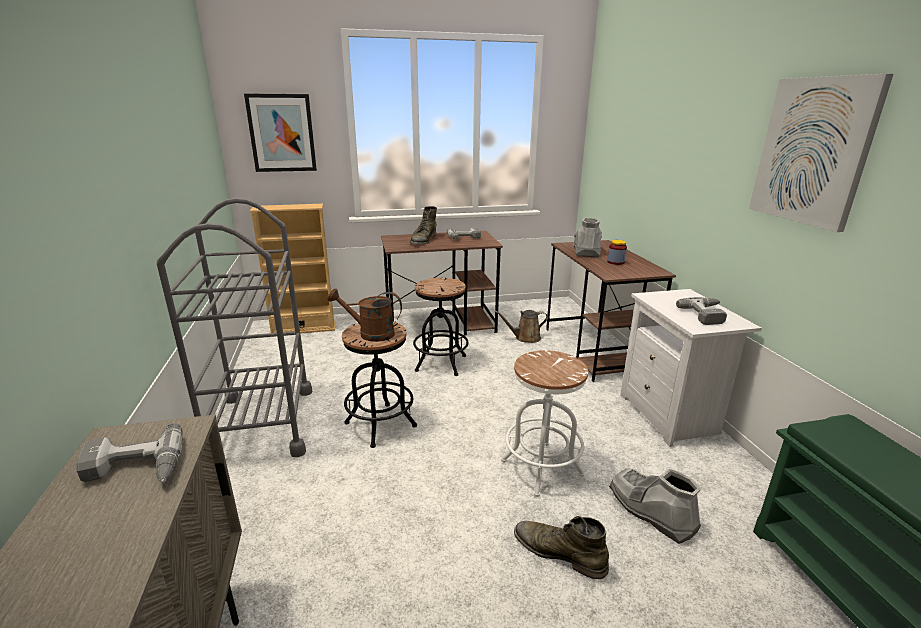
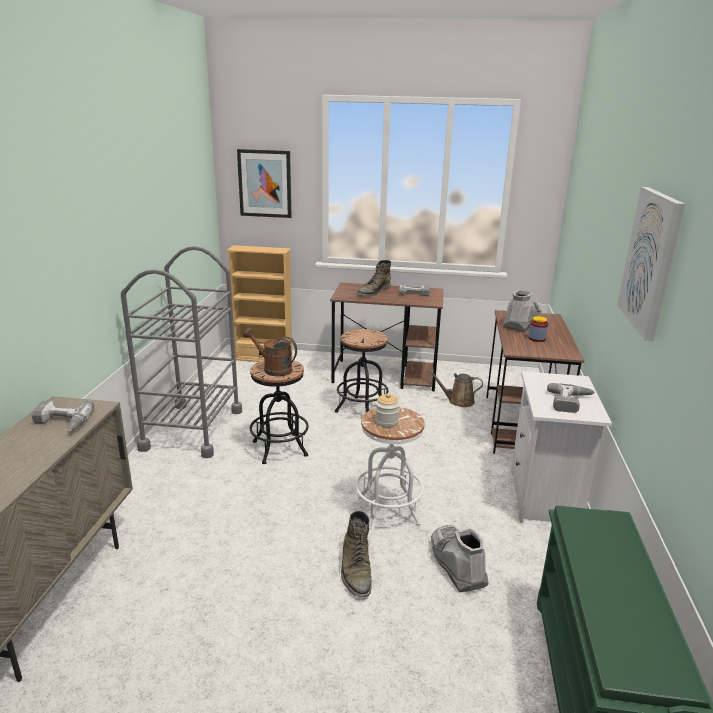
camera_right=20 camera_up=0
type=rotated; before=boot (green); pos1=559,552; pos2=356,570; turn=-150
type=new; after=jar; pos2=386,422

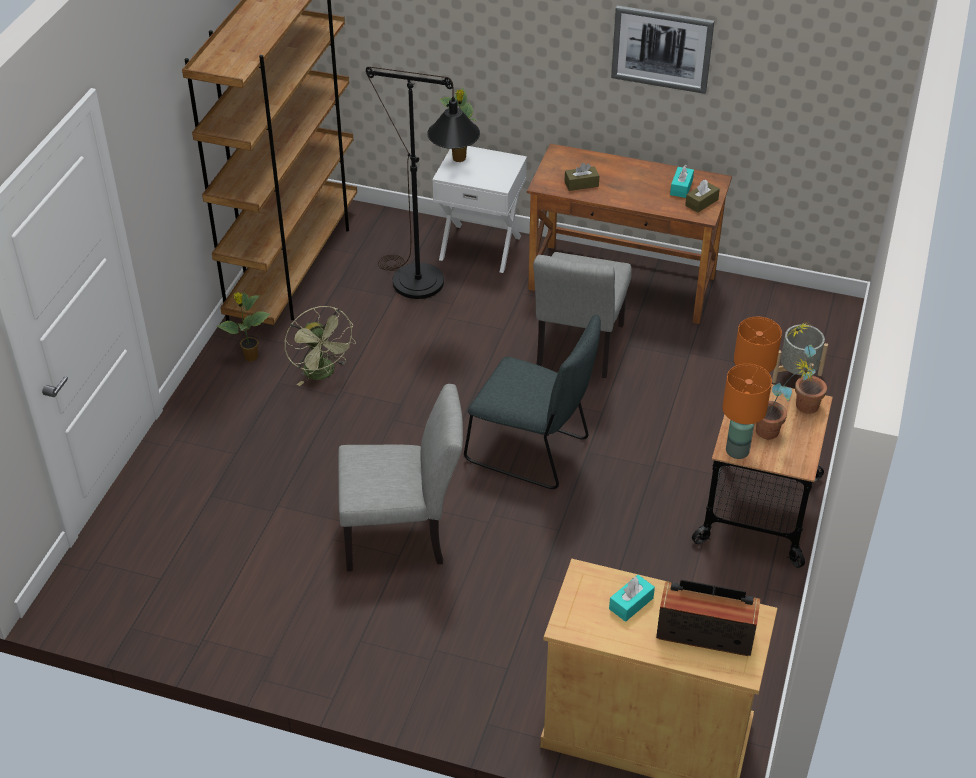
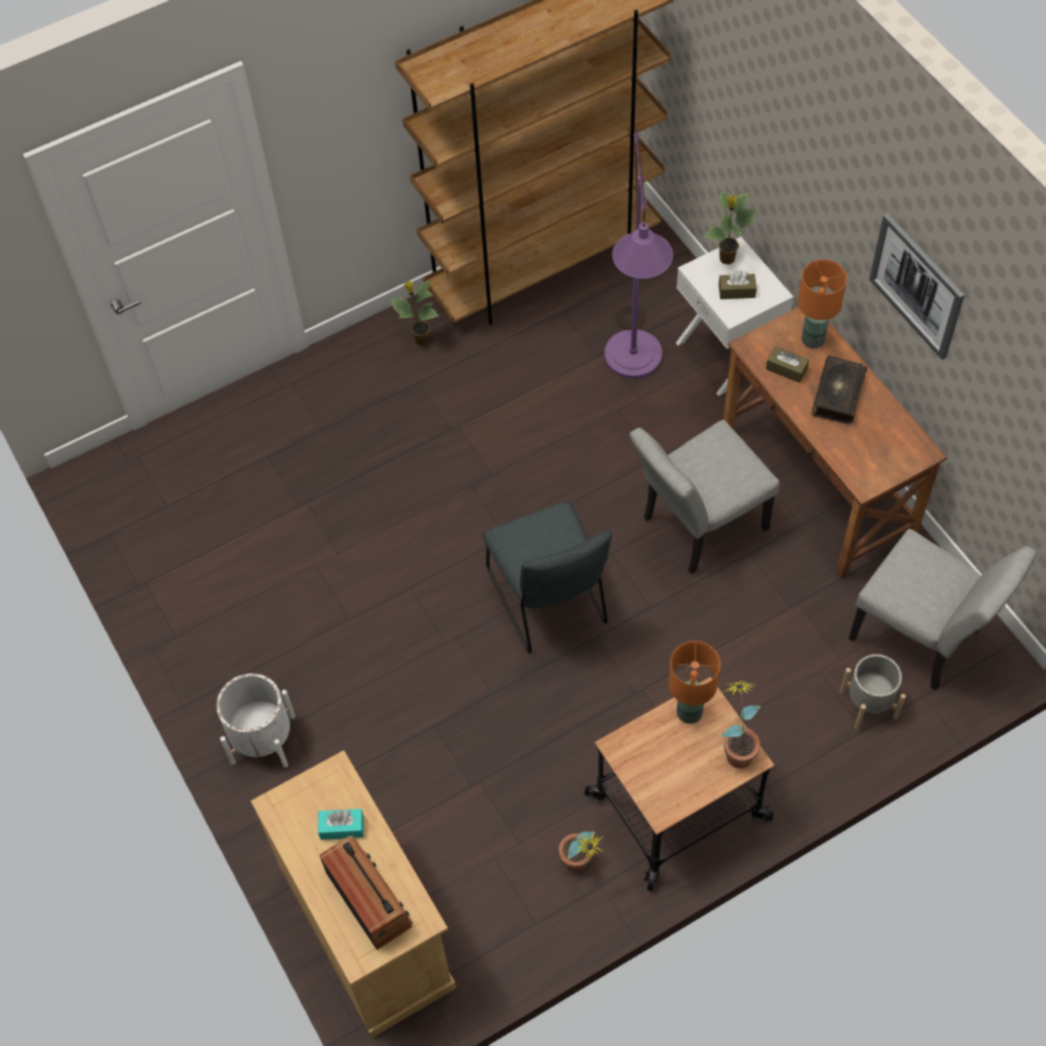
camera_right=45 camera_up=15
type=new; after=planter (white); pos2=263,739
type=shifted; before=potted plant; pos1=775,433; pos2=580,867
type=repainted; before=floor lamp (black); after=floor lamp (purple); pos1=428,289; pos2=633,369
type=shifted; before=tissue box (brown); pos1=701,202; pos2=736,291
type=shifted; before=table lamp (orange); pos1=738,451; pos2=813,340
type=new; after=book; pos2=836,395
type=shifted; before=chair (grey); pos1=404,536; pos2=923,640
type=gone; before=fan (green); pos1=323,373
type=gone; before=tissue box (turquoise); pos1=681,187

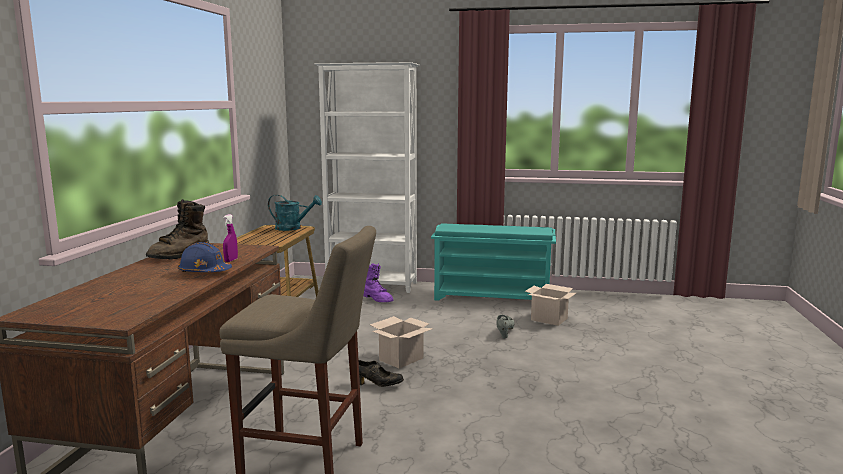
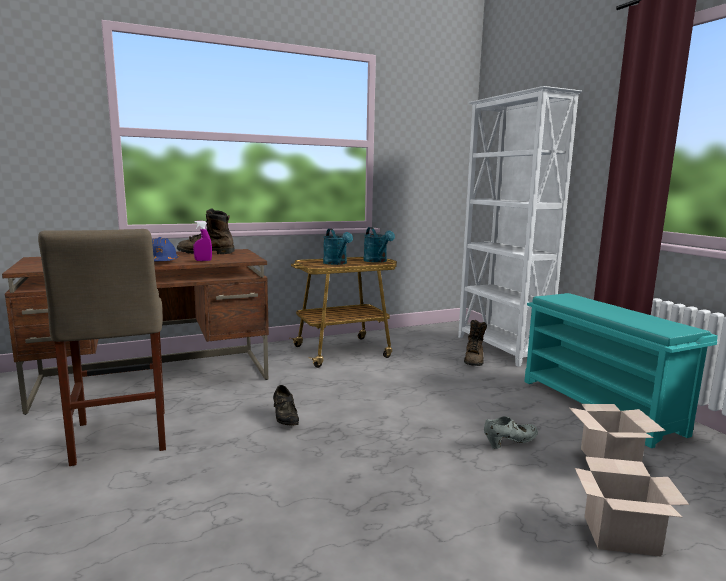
camera_right=55 camera_up=0
type=new; after=watering can (turquoise); pos2=337,263
type=repainted; before=boot (purple); after=boot (brown); pos1=377,299; pos2=474,360
type=shifted; before=cardboard box; pos1=401,358; pos2=622,535

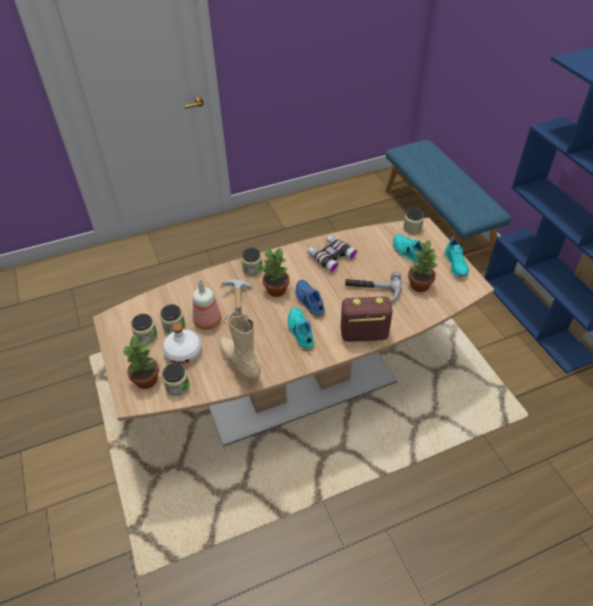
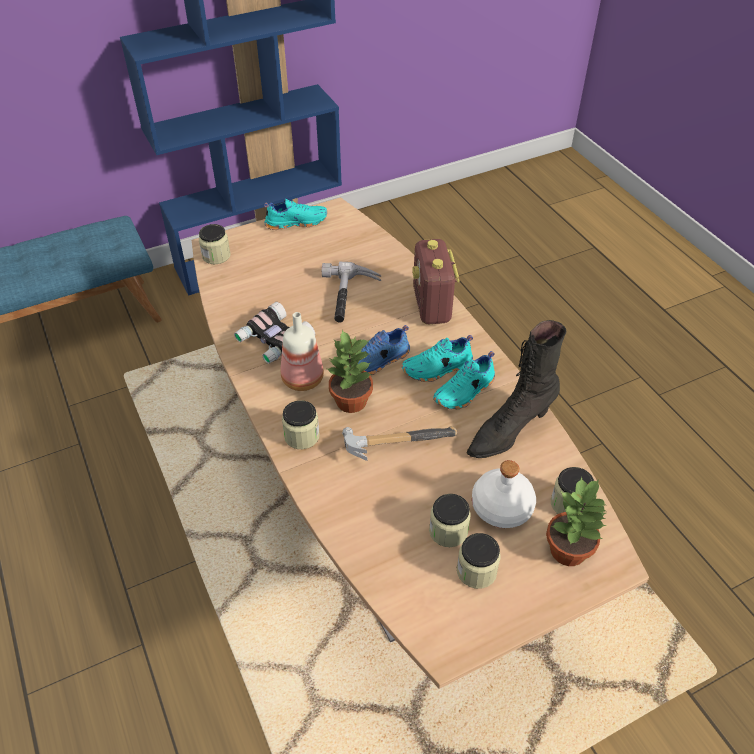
camera_right=-95 camera_up=0
type=shifted; before=bottle; pos1=207,322; pos2=303,380
type=shifted; before=shoe (turquoise); pos1=409,254; pos2=465,392
type=repainted; before=boot (beige); after=boot (black); pos1=240,364; pos2=509,431
type=gone; before=potted plant; pos1=419,285

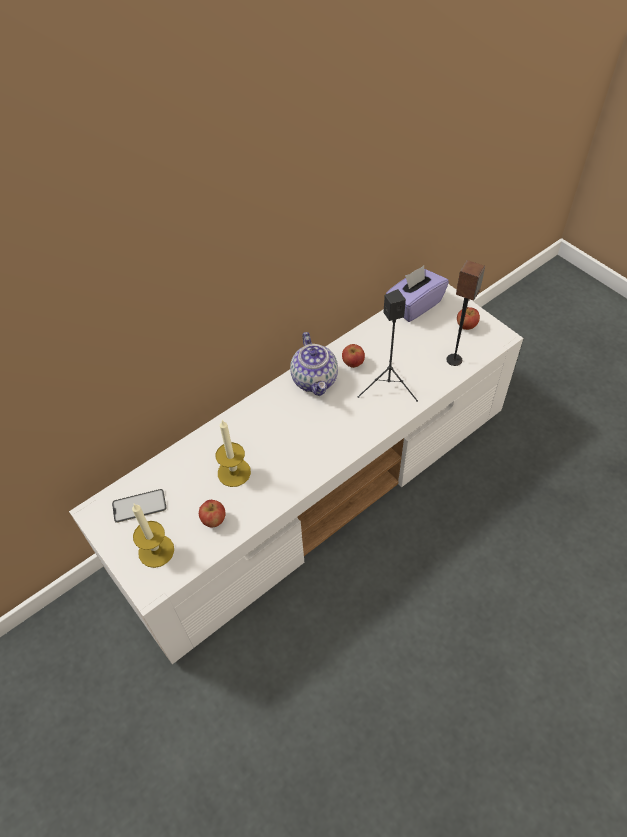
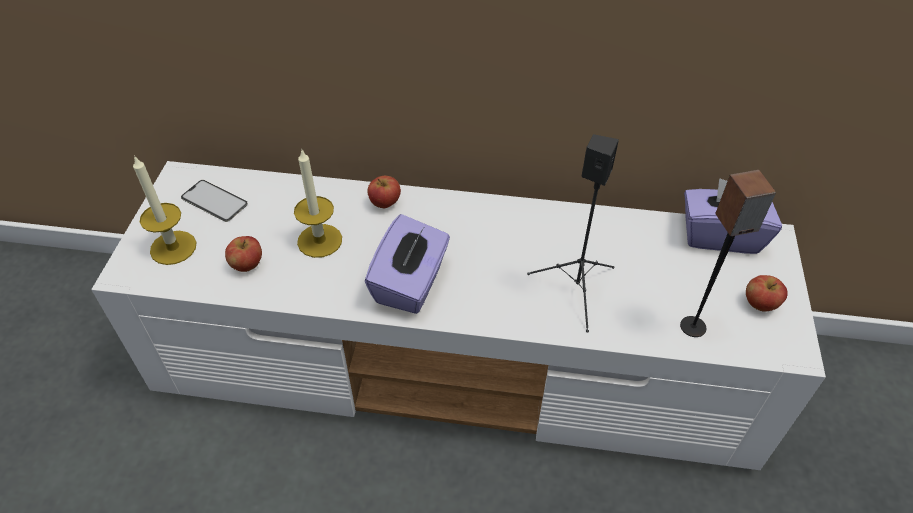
camera_right=45 camera_up=-5
type=new; after=tissue box (purple); pos2=411,283
type=shifted; before=apple; pos1=353,363; pos2=385,203
type=gone; before=teapot; pos1=315,380

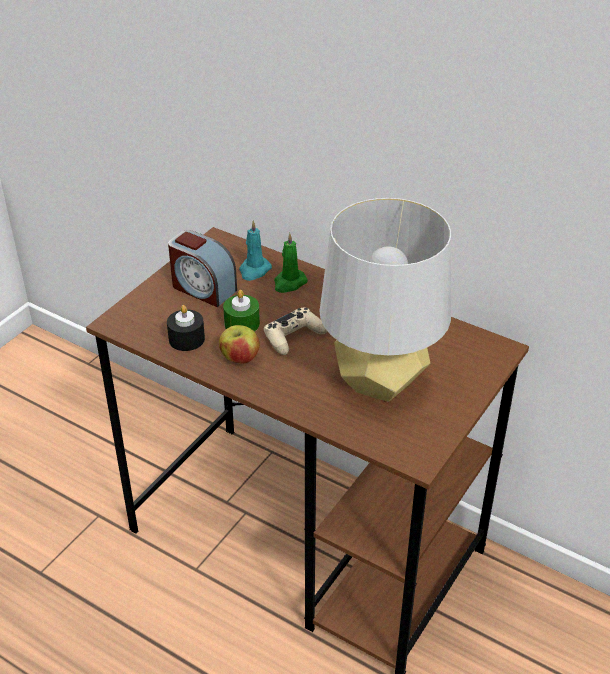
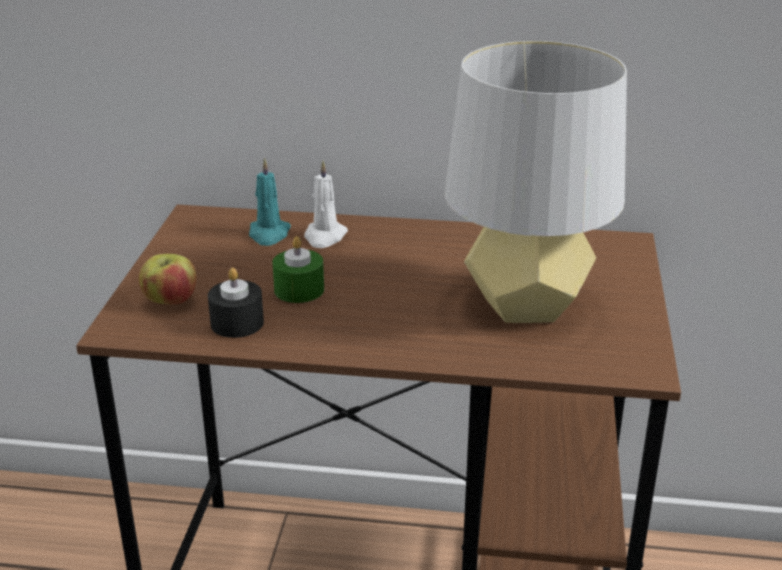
camera_right=-25 camera_up=-10
type=shifted; before=apple; pos1=240,358; pos2=171,301
type=repainted; before=candle (green); after=candle (white); pos1=289,283; pos2=324,237
type=gone; before=alarm clock; pos1=202,288
type=gone; before=game controller (beige); pos1=293,337

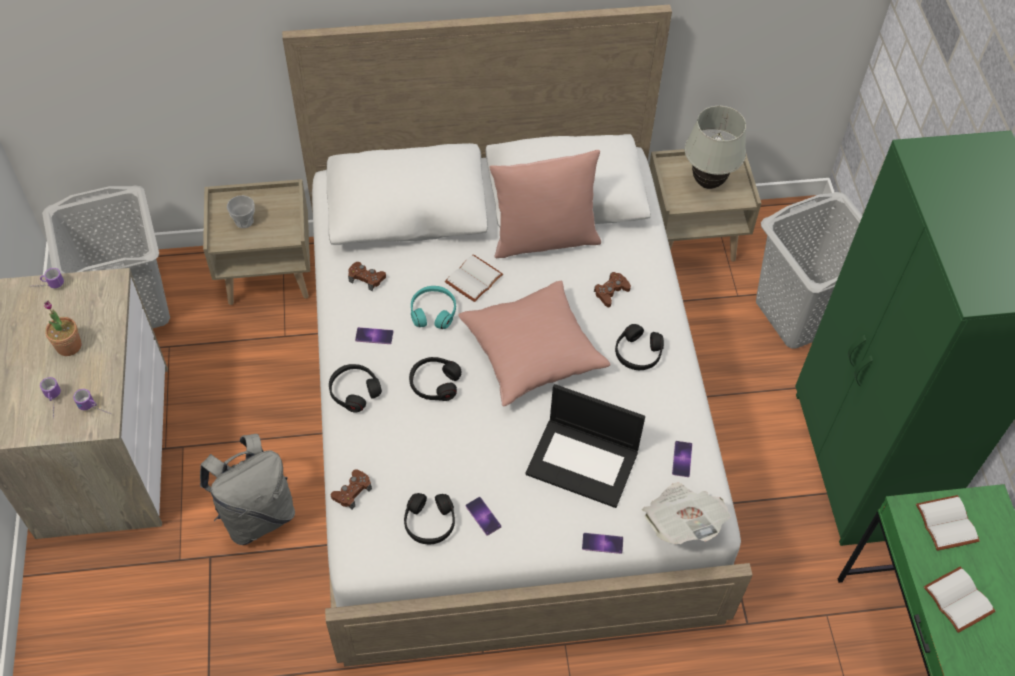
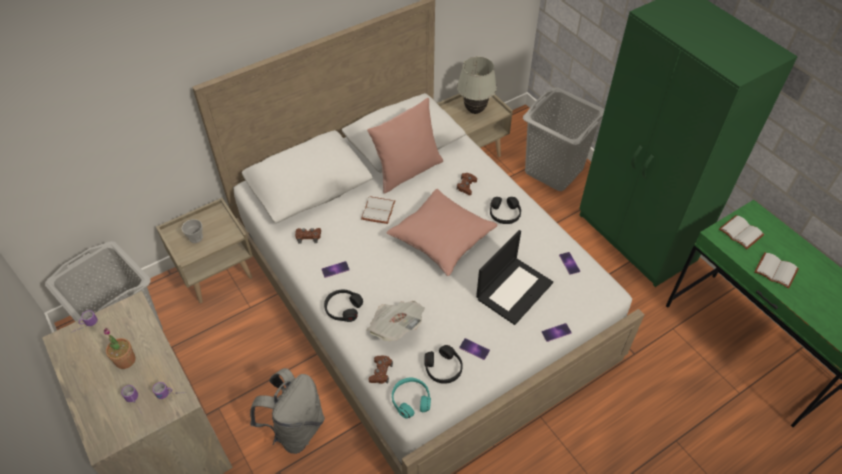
camera_right=-25 camera_up=-5
type=shifted; before=newspaper; pos1=682,522; pos2=395,327
type=shifted; before=headphones (turquoise); pos1=433,312; pos2=411,400
type=rotated; before=laptop; pos1=584,462; pos2=514,289; turn=-45
type=gone; before=headphones (black); pos1=434,383

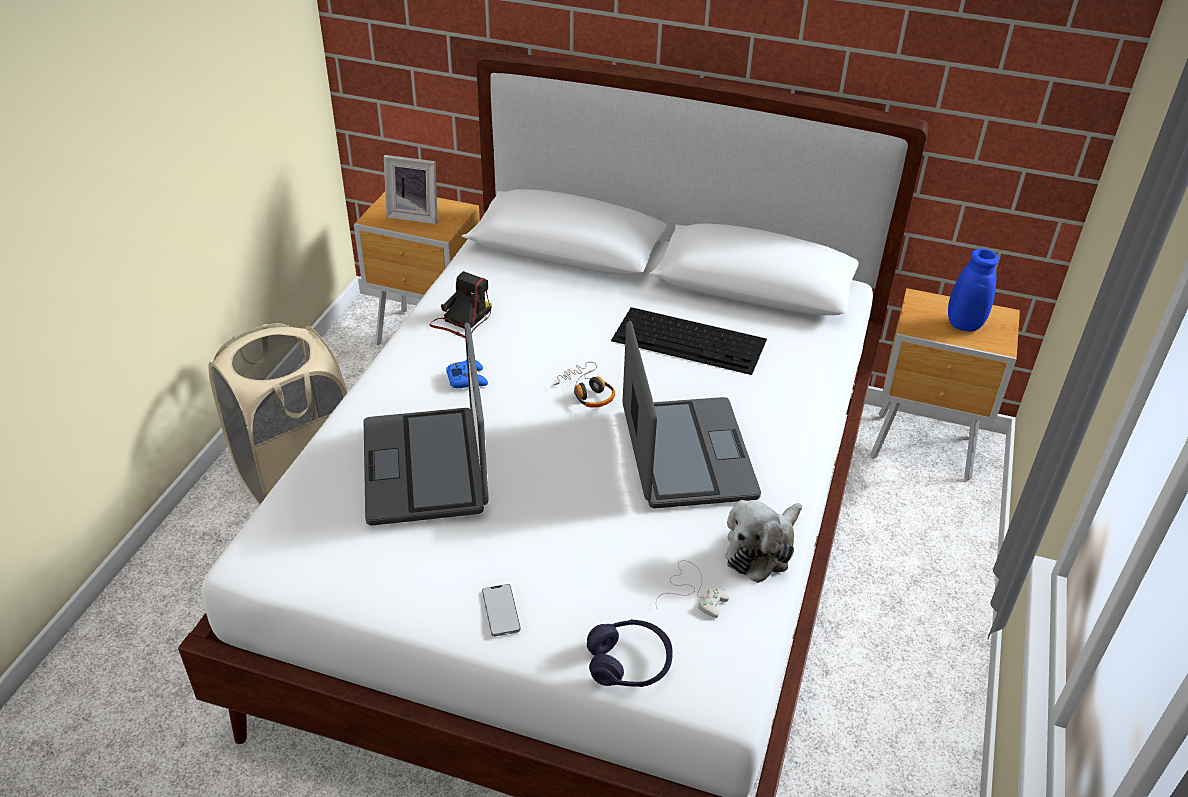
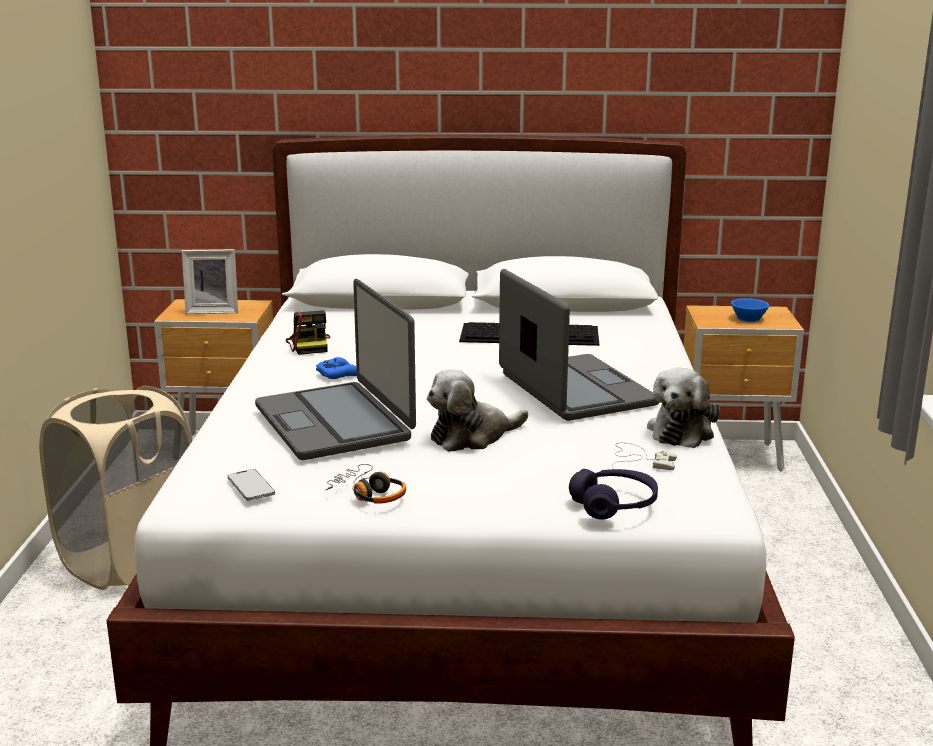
camera_right=-15 camera_up=-20
type=shifted; before=phone; pos1=501,611; pos2=251,486
type=rotated; before=photo camera; pos1=462,320; pos2=309,345; turn=150
type=shifted; before=headphones; pos1=587,392; pos2=368,494
type=new; after=plush toy; pos2=472,436
type=swapped; before=vase (blue); after=cup (blue); pos1=961,326; pos2=746,318

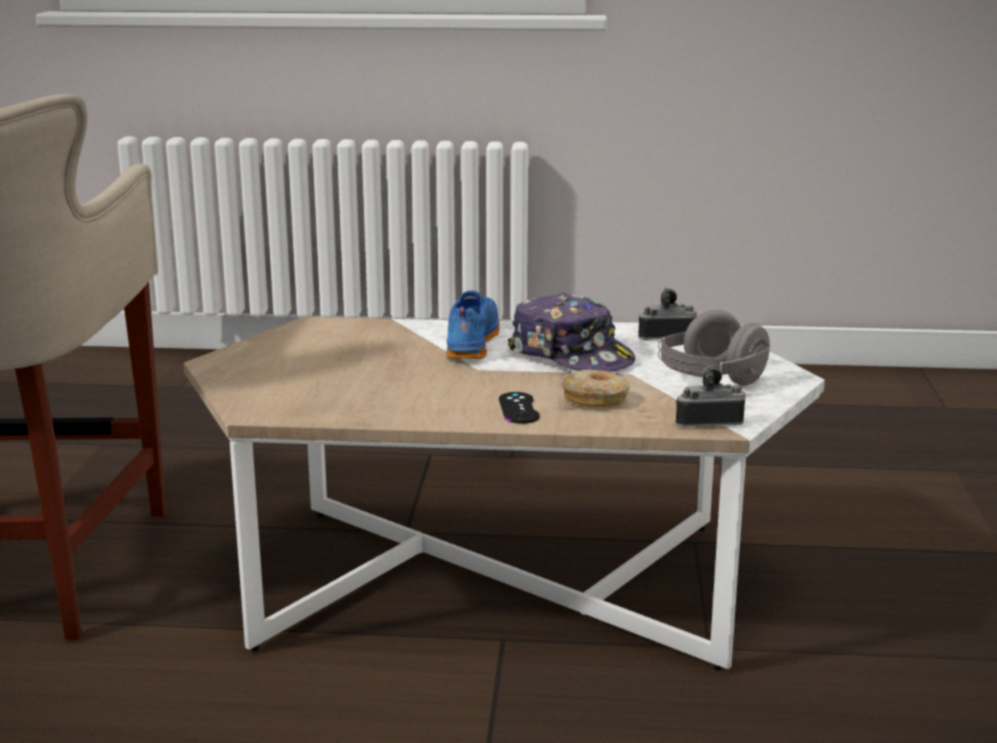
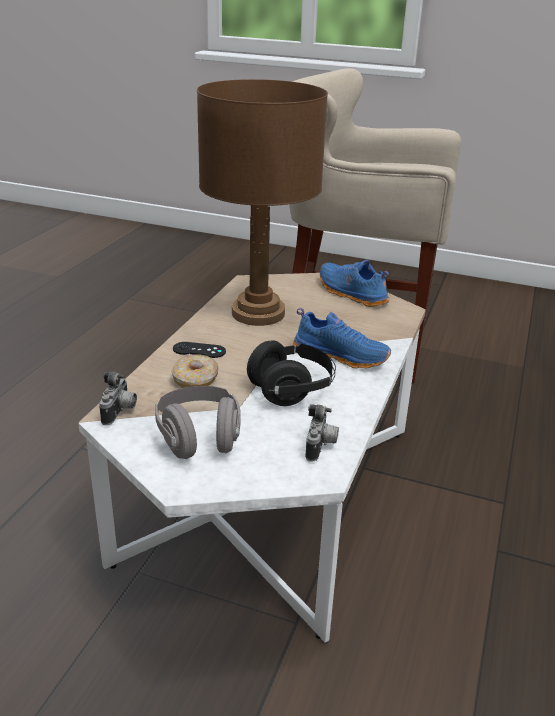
camera_right=105 camera_up=10
type=new; after=table lamp (brown); pos2=257,313
type=swapped; before=cap; after=headphones (black); pos1=572,356; pos2=292,390
type=new; after=shoe (blue); pos2=351,294

